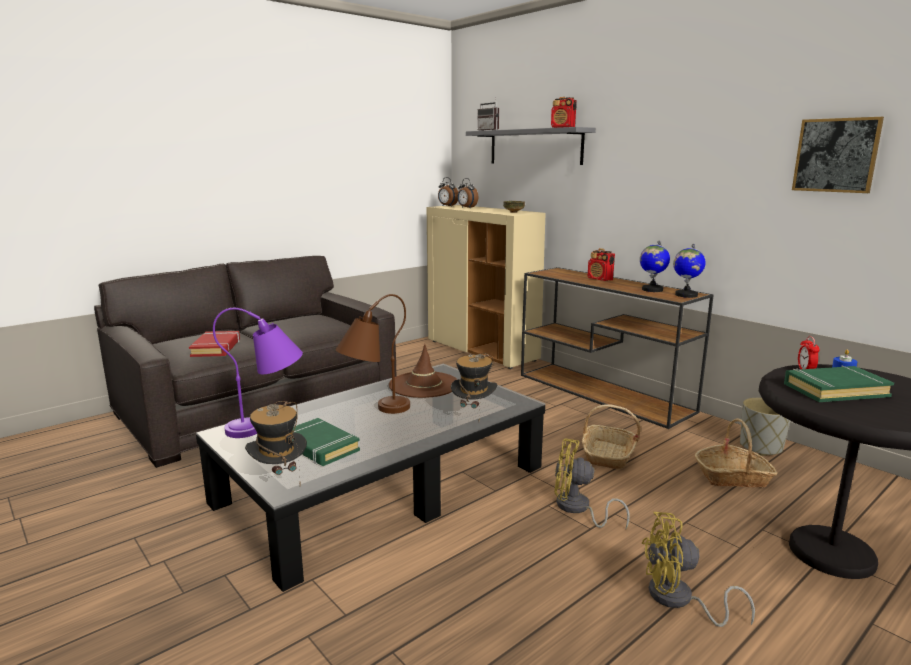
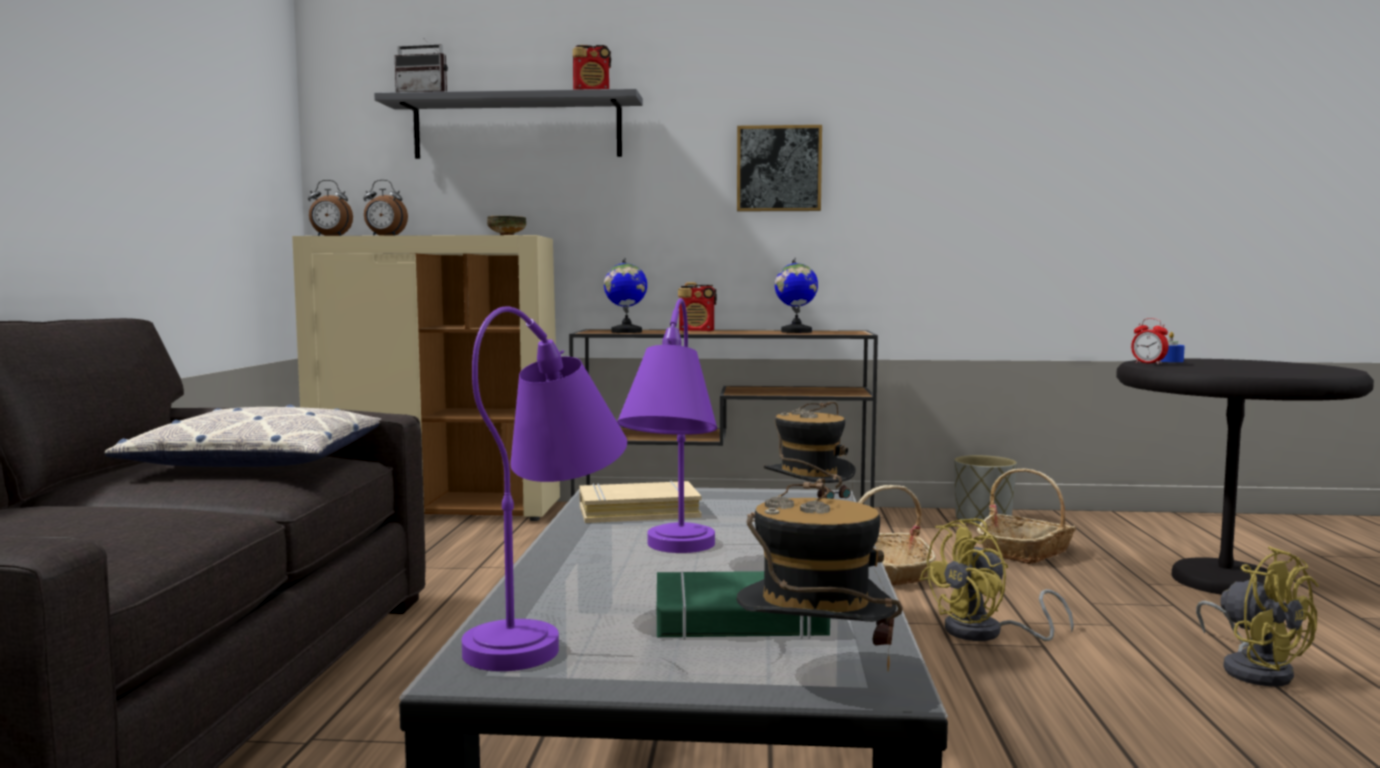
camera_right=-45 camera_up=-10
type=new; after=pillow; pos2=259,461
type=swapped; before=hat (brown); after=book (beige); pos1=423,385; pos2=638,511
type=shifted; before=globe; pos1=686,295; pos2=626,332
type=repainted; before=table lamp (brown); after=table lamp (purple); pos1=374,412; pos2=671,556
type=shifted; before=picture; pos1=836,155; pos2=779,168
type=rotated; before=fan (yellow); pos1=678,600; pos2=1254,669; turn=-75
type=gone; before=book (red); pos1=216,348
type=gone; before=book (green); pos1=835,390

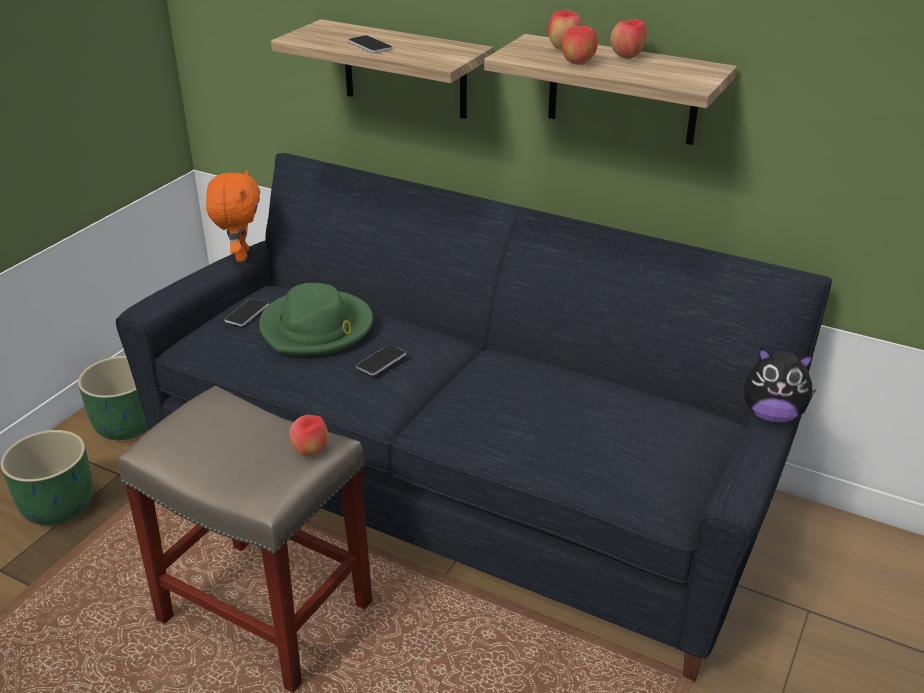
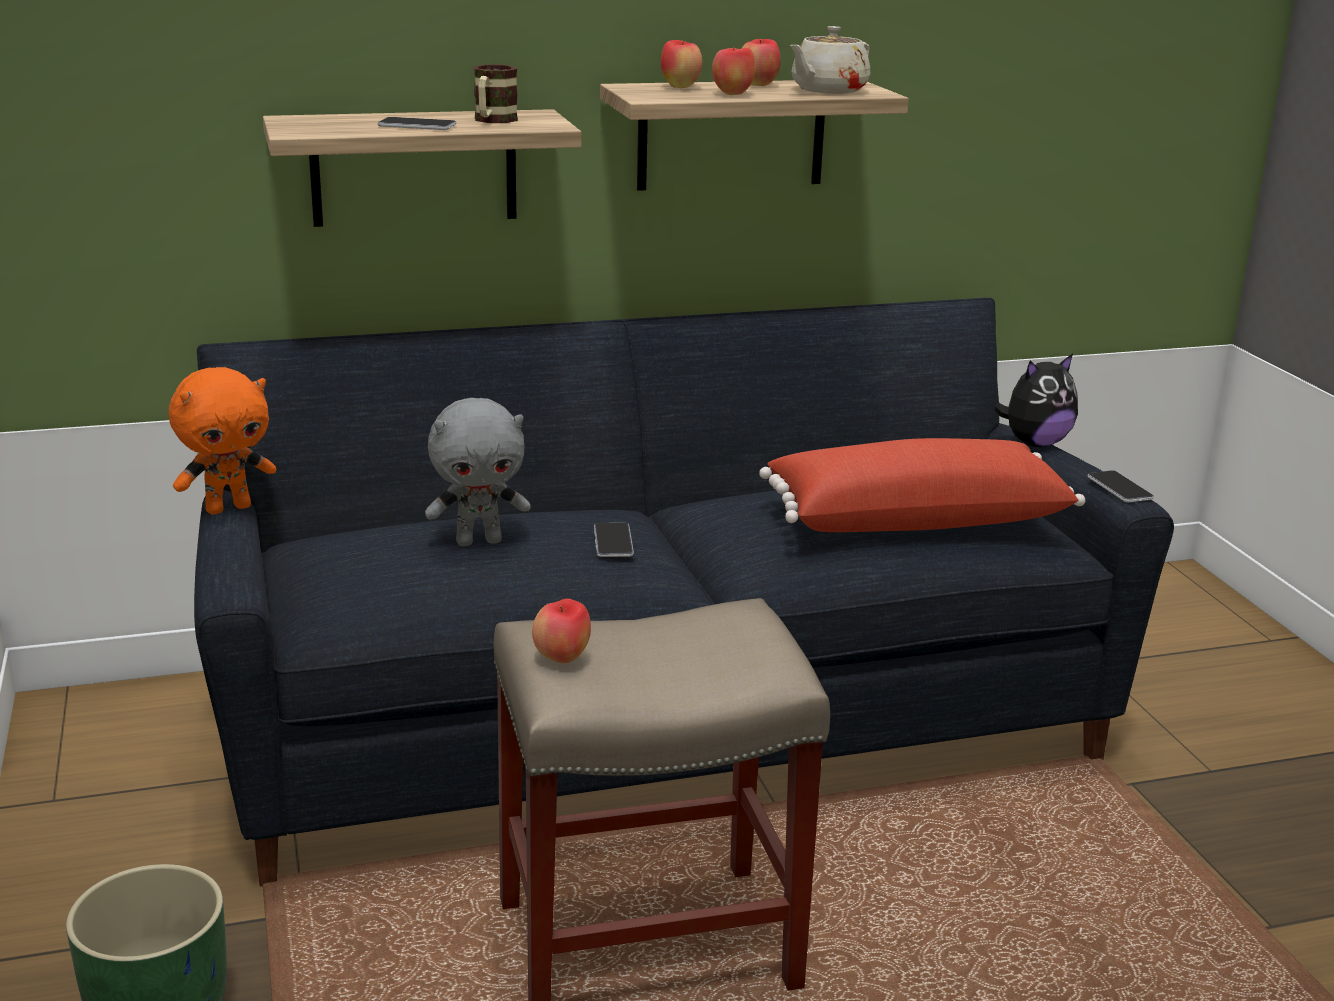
camera_right=-45 camera_up=-10
type=rotated; before=plush toy (orange); pos1=240,256; pos2=228,508; turn=105
type=swapped; before=hat (green); after=plush toy (grey); pos1=317,328; pos2=479,541
type=new; after=mug; pos2=492,121
type=shifted; before=apple; pos1=310,451; pos2=562,659
type=new; after=pillow (red); pos2=915,518
type=new; after=teapot (beige); pos2=828,90
type=shifted; before=phone; pos1=247,313; pos2=1119,488
type=gone; before=planter (green); pos1=127,424

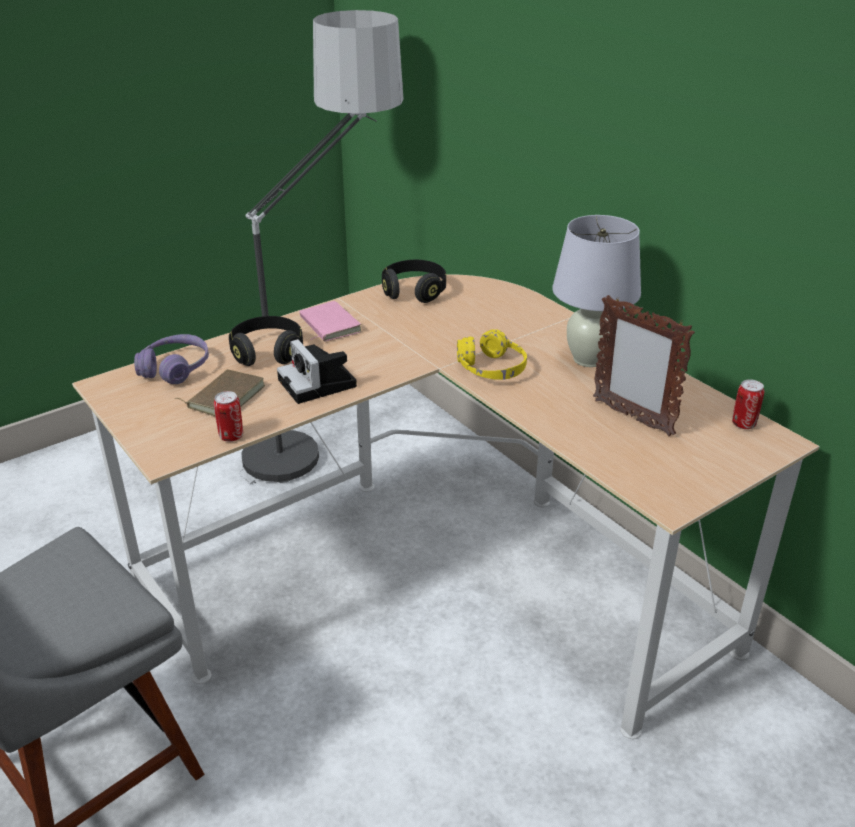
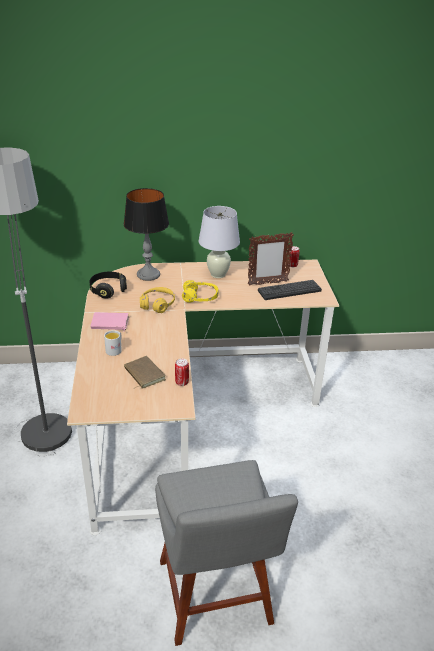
camera_right=-60 camera_up=0
type=swapped; before=headphones (black); after=mug (white); pos1=267,353; pos2=115,349
type=new; after=table lamp; pos2=148,275
type=new; after=headphones (yellow); pos2=157,305
type=new; after=keyboard; pos2=289,290
type=gone; before=headphones (purple); pos1=175,369
type=gone; before=photo camera; pos1=319,384

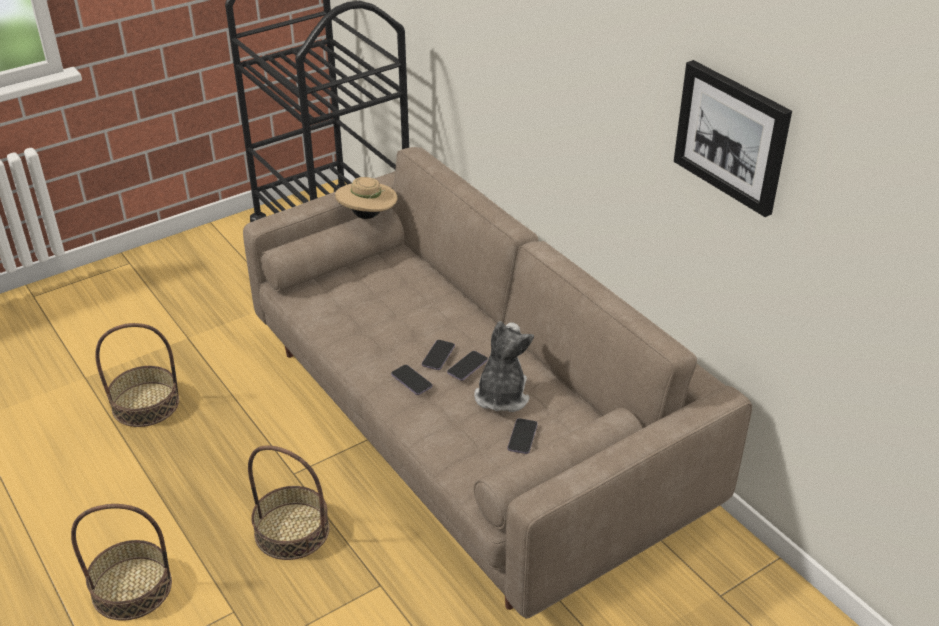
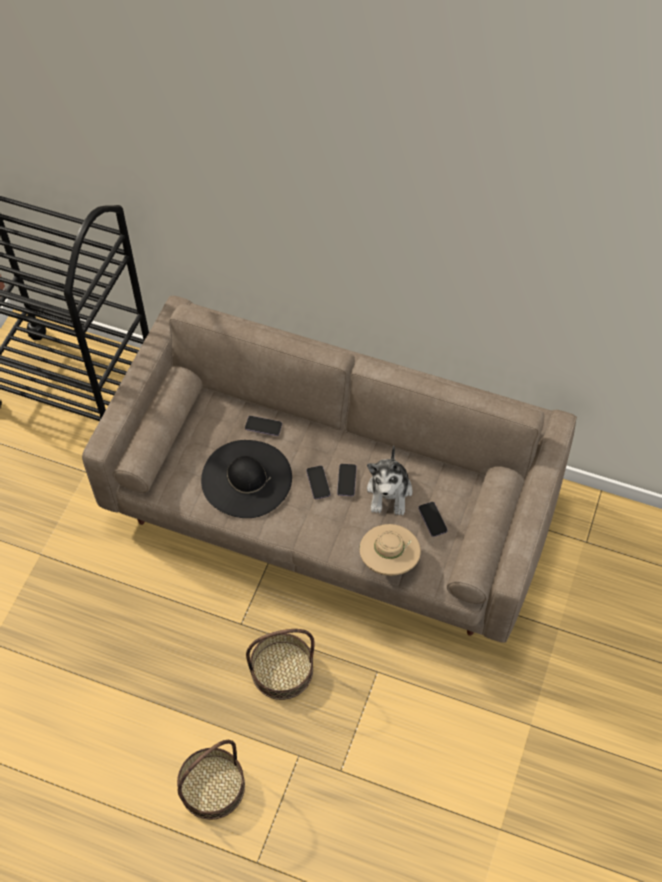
camera_right=-35 camera_up=20
type=new; after=hat (black); pos2=246,478
type=shifted; before=phone; pos1=411,381; pos2=263,426
type=shifted; before=hat (beige); pos1=367,216; pos2=389,560
type=rotated; before=plush toy; pos1=501,395; pos2=389,492; turn=-150
type=gone; before=basket; pos1=146,404
type=gone; before=picture; pos1=732,136

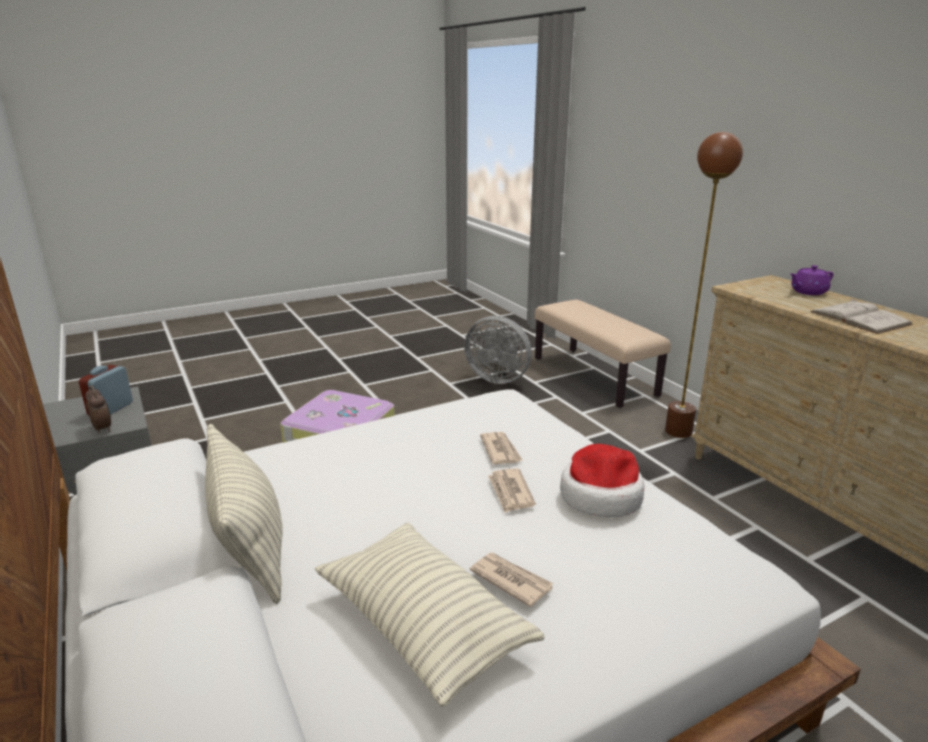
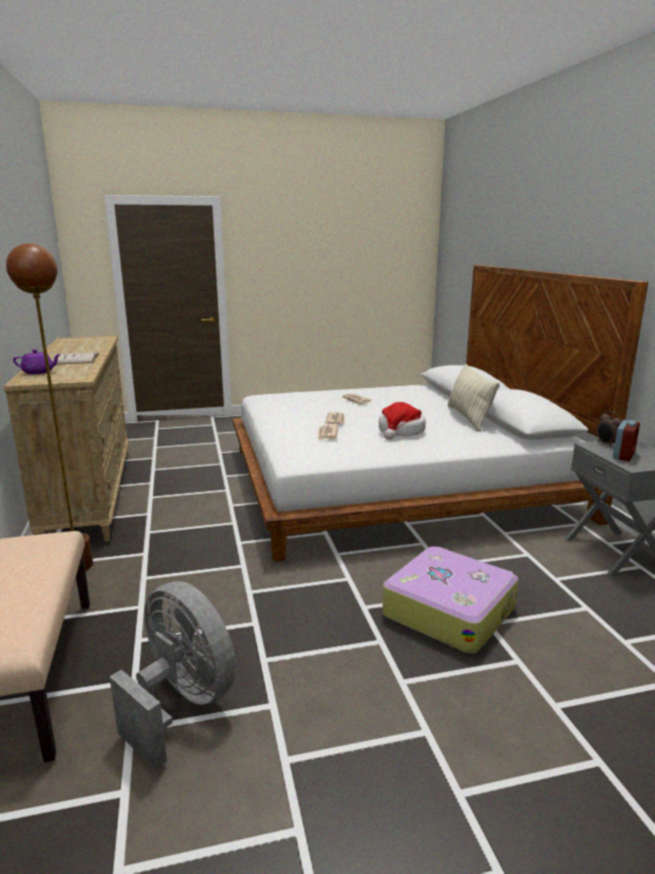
camera_right=-165 camera_up=-5
type=shifted; before=hat; pos1=600,496; pos2=401,431
type=gone; before=pillow; pos1=423,625

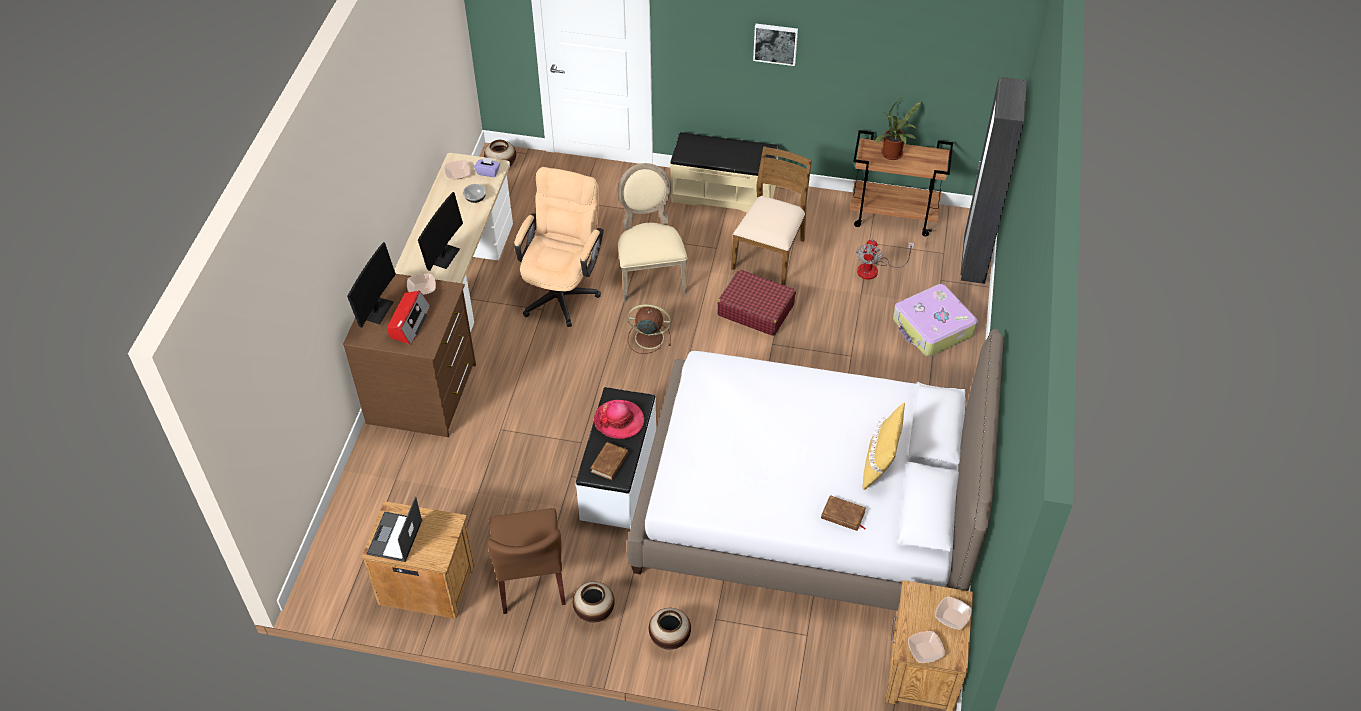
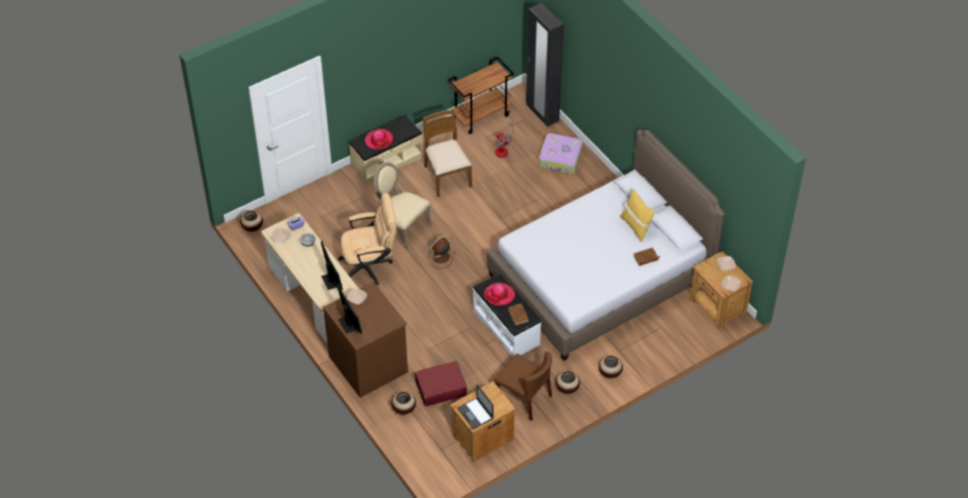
camera_right=-45 camera_up=0
type=rotated; before=office chair (beige); pos1=563,290; pos2=370,266; turn=105
type=new; after=hat; pos2=379,140
type=new; after=vase; pos2=404,409
type=shifted; before=suitcase (red); pos1=755,310; pos2=440,388
type=gone; before=radio; pos1=409,323
type=gone; before=picture; pos1=775,43
type=gone; before=potted plant; pos1=893,155

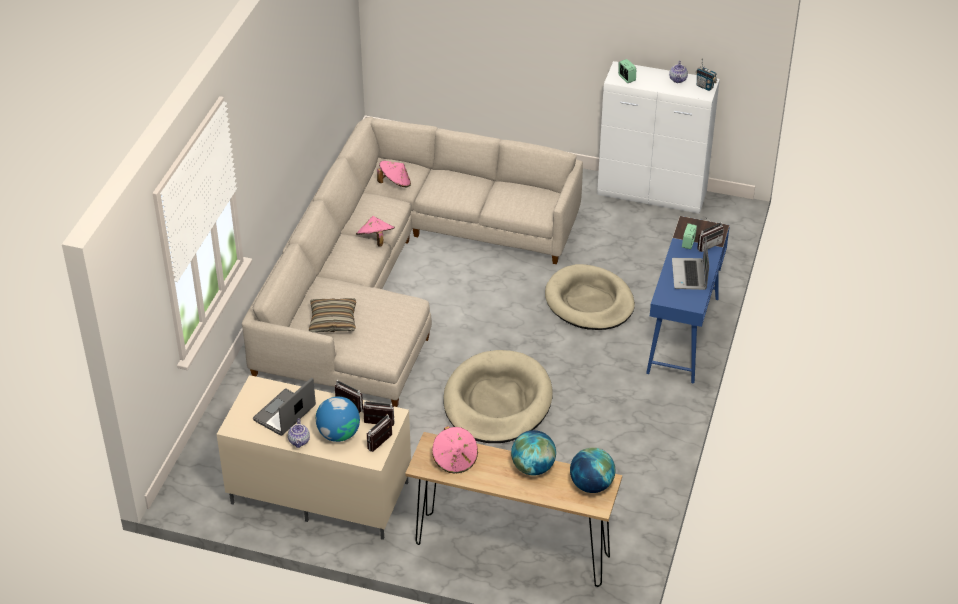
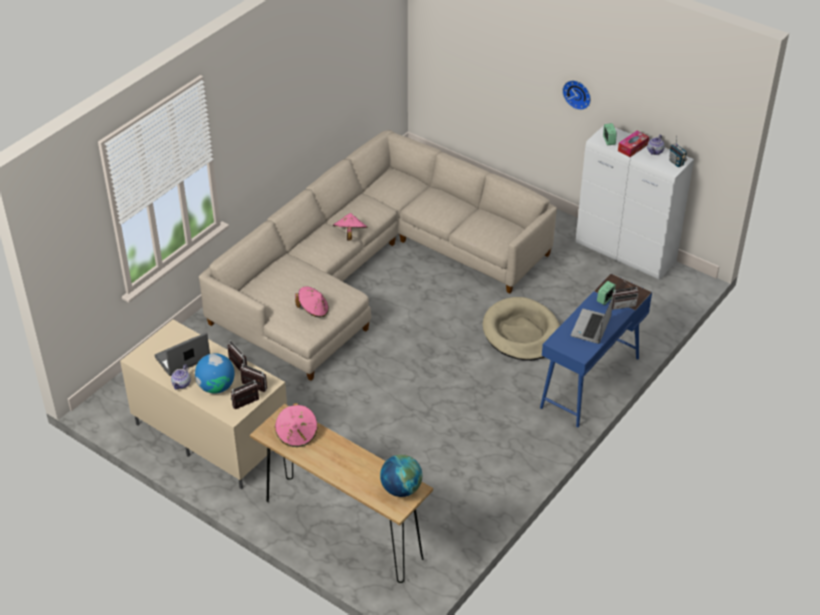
camera_right=20 camera_up=0
type=shifted; before=hat (pink); pos1=395,183; pos2=313,310
type=new; after=wall clock; pos2=578,93
type=new; after=tissue box; pos2=632,147
type=gone; before=pillow; pos1=333,321
type=gone; before=dog bed (beige); pos1=497,401
type=gone; before=globe; pos1=533,467

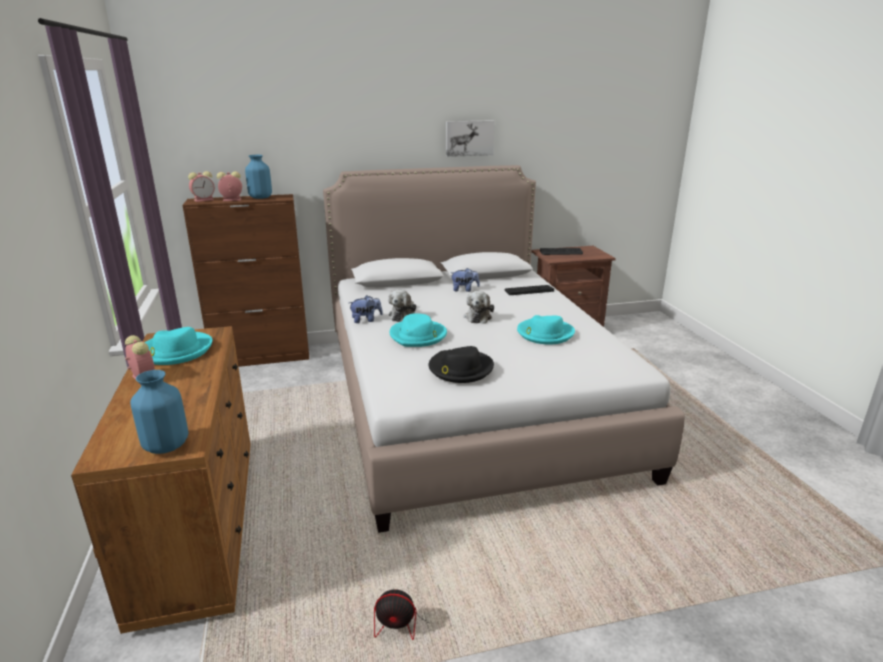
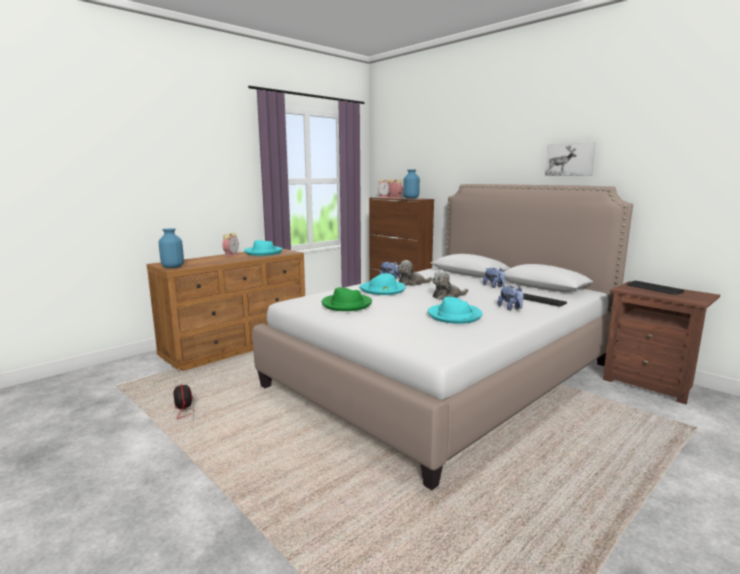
camera_right=60 camera_up=-10
type=repainted; before=hat (black); after=hat (green); pos1=460,369; pos2=346,304
type=new; after=plush toy; pos2=510,308

